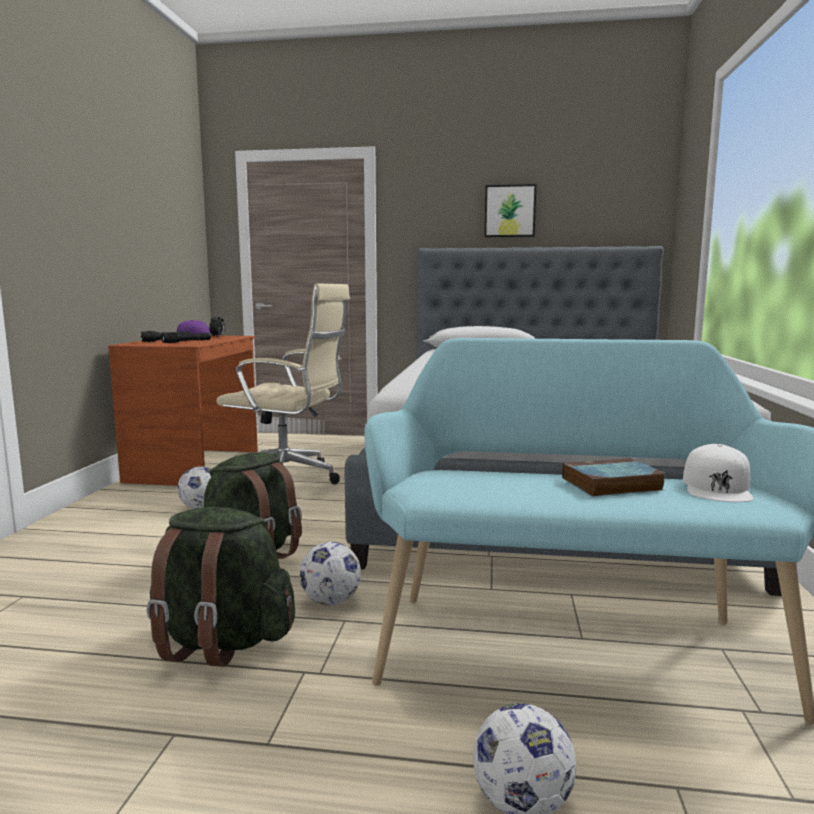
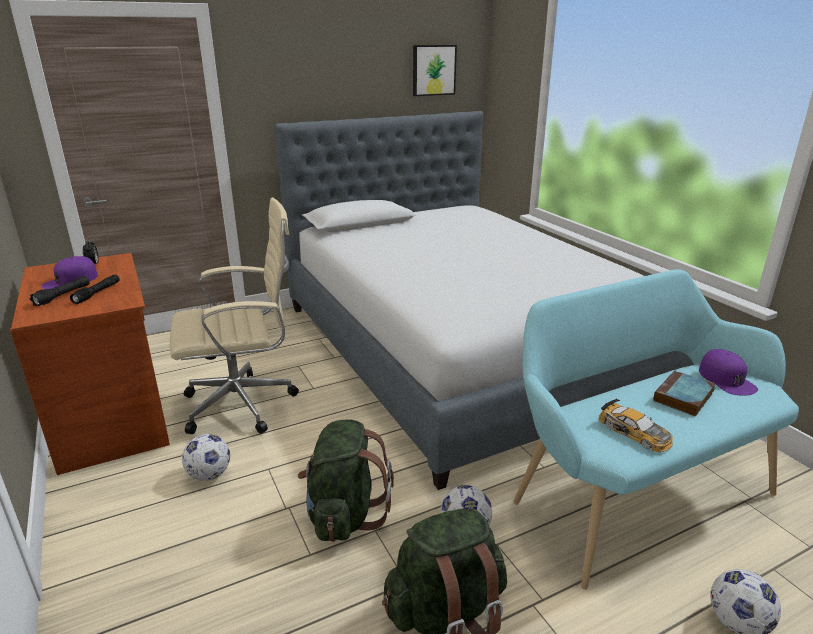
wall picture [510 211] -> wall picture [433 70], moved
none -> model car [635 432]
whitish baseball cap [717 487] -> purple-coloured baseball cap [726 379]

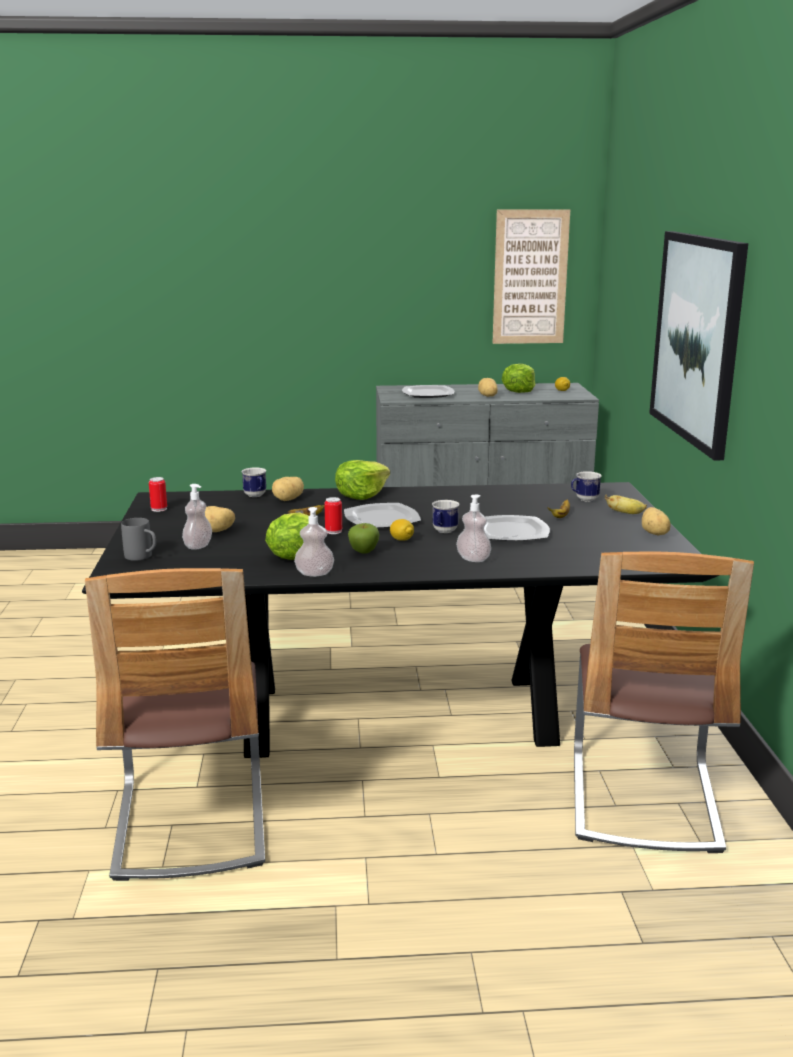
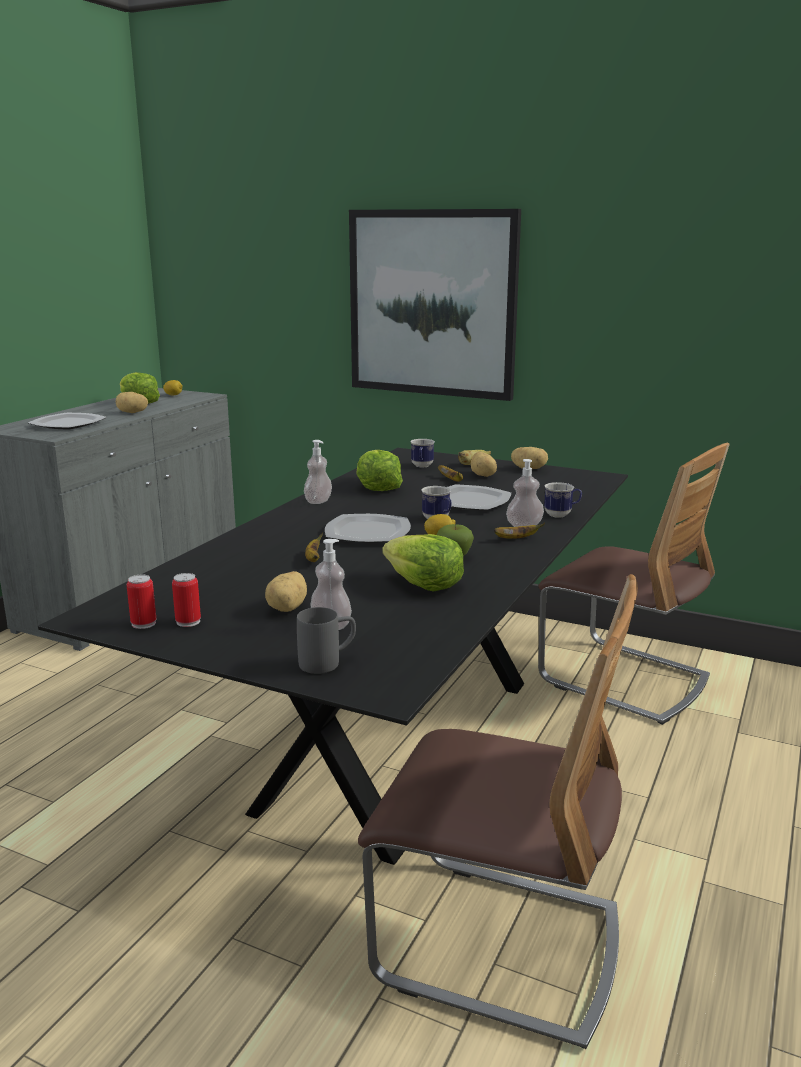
sealed can [333 531] -> sealed can [188 622], moved
soap dispenser [314 574] -> soap dispenser [318 501], moved
lettuce head [361 495] -> lettuce head [377 487], moved
spud [289 499] -> spud [483 475], moved
none -> whole banana [516 539]
tea mug [256 496] -> tea mug [561 515], moved
wall picture [530 277] -> none

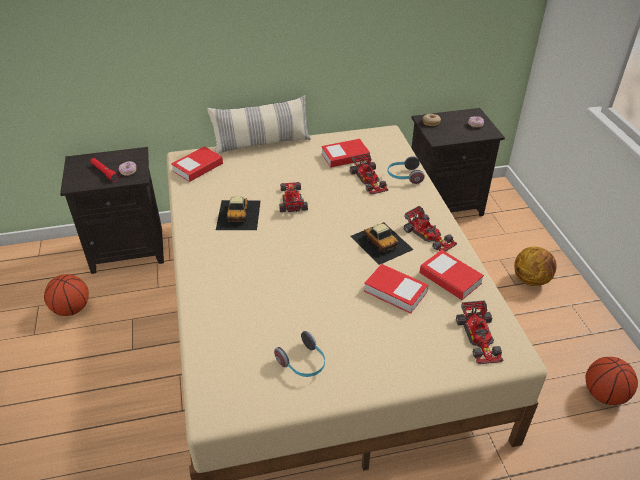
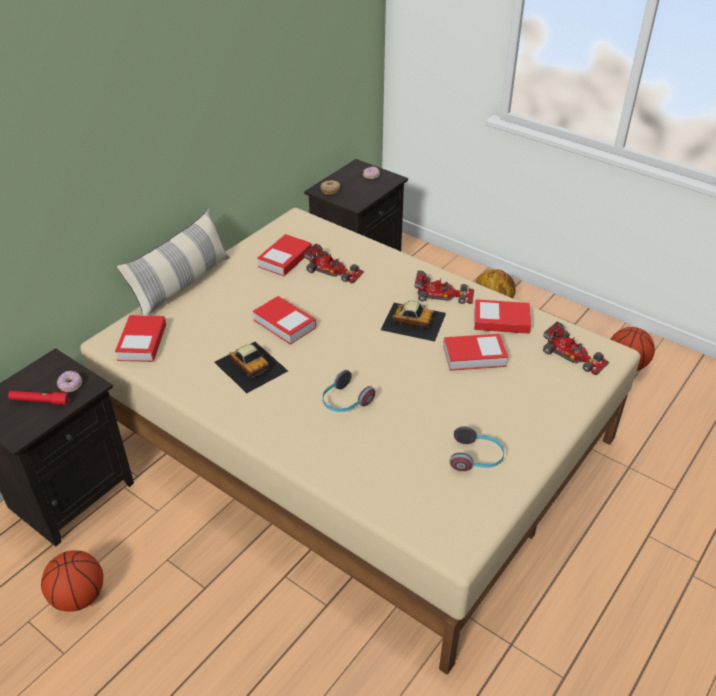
model car [292 199] -> bound book [284 324]
headset [404 176] -> headset [345 402], moved

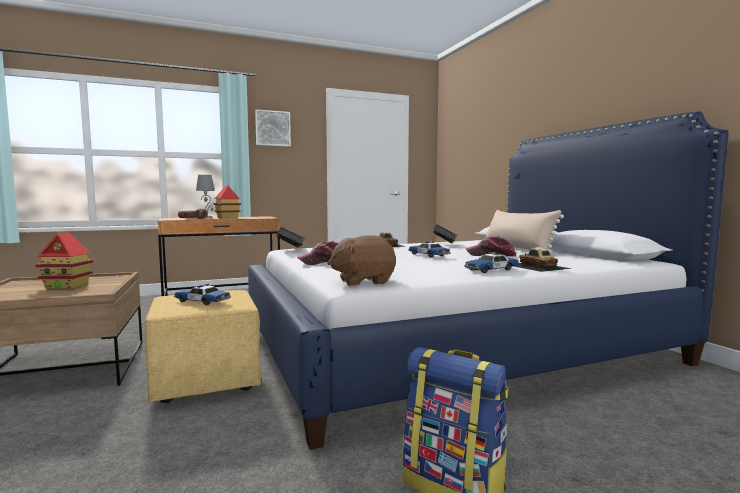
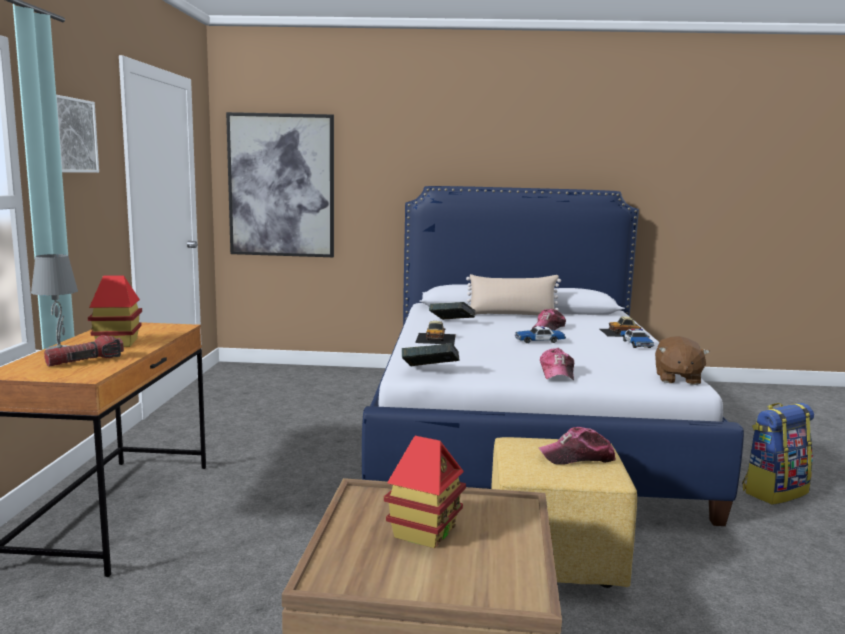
none -> wall picture [281 185]
model car [202 301] -> baseball cap [577 457]

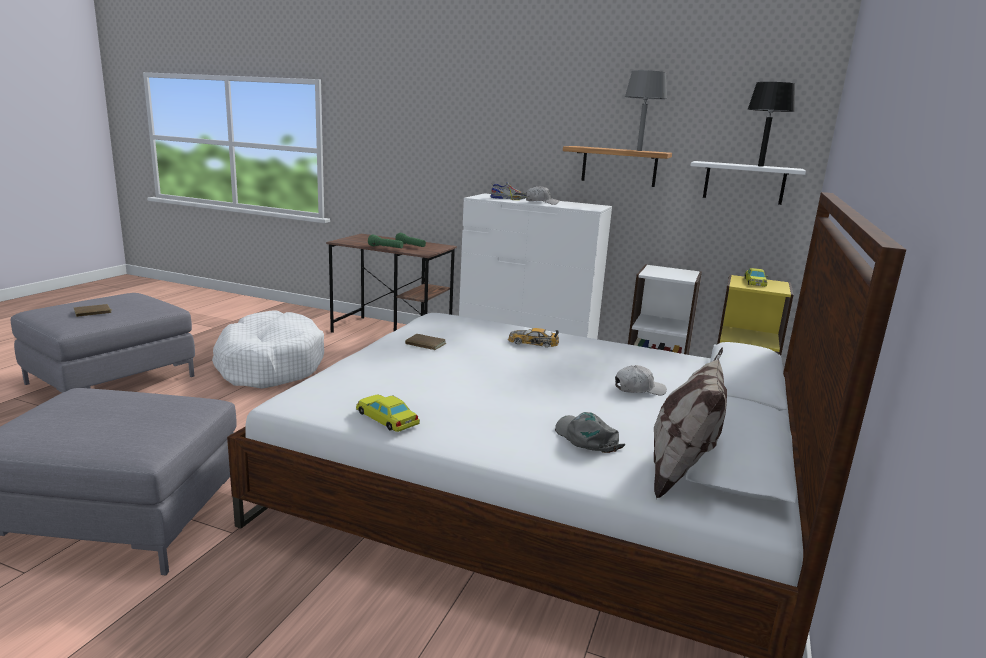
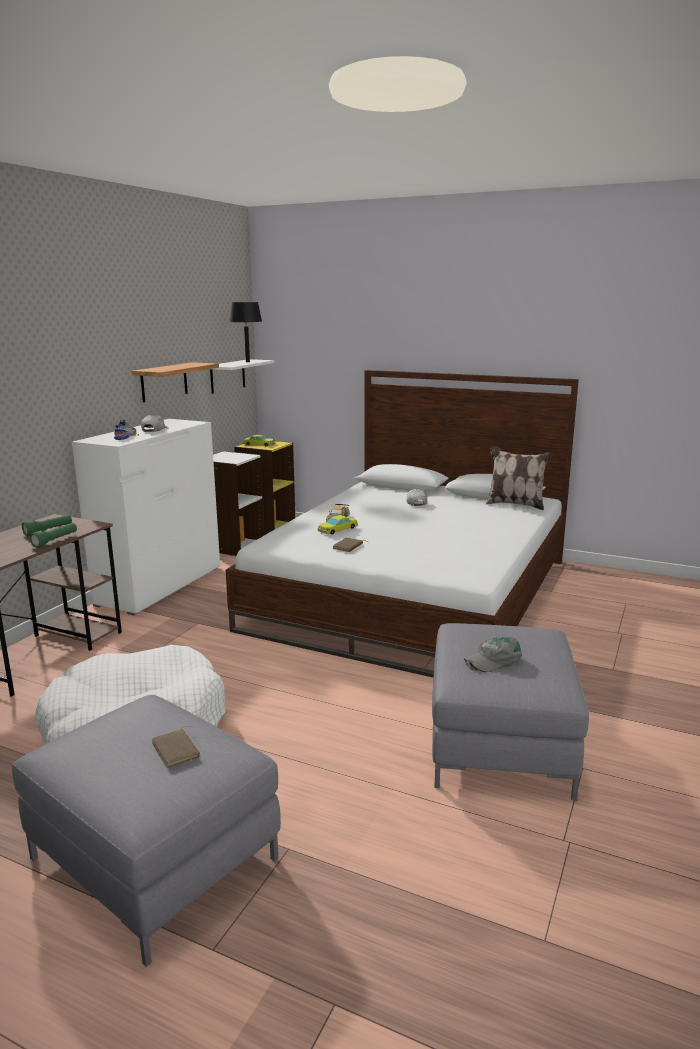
yellowish model car [386 418] -> yellowish model car [337 529], moved
greyish baseball cap [586 438] -> greyish baseball cap [493 659], moved
greyish tabletop lamp [639 150] -> none

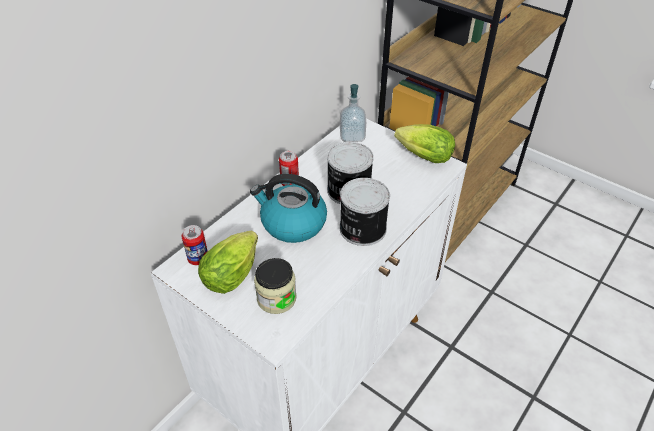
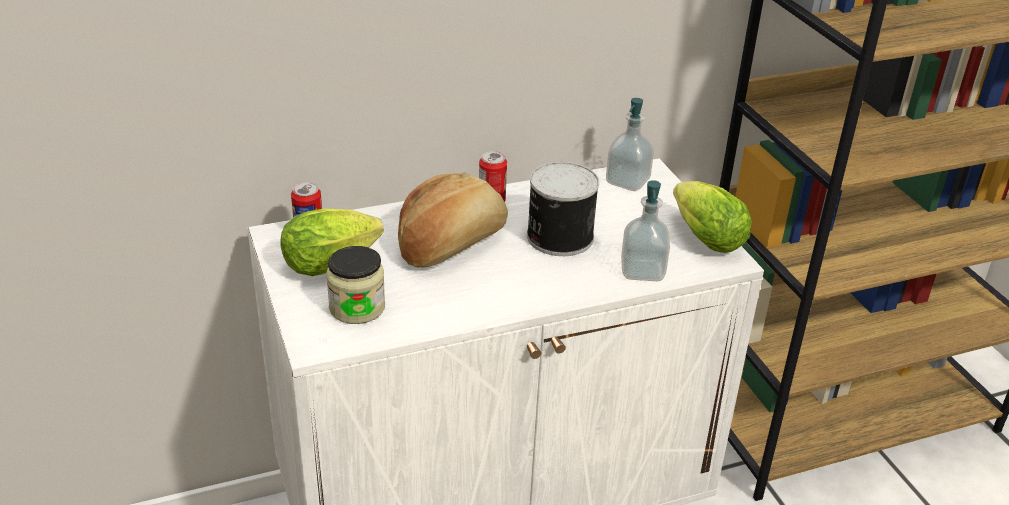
kettle [292 223] -> bread [451 243]
none -> soap dispenser [642 271]
sealed can [361 229] -> none

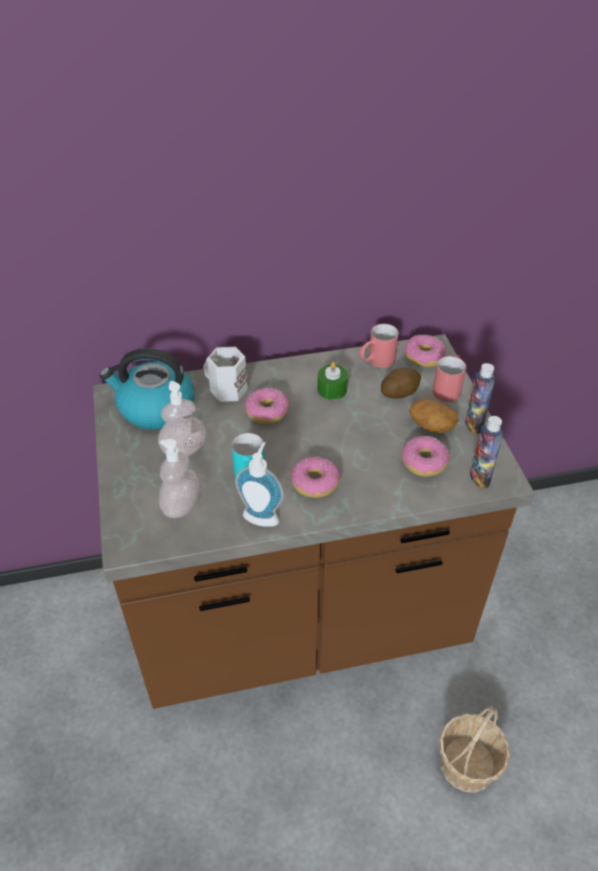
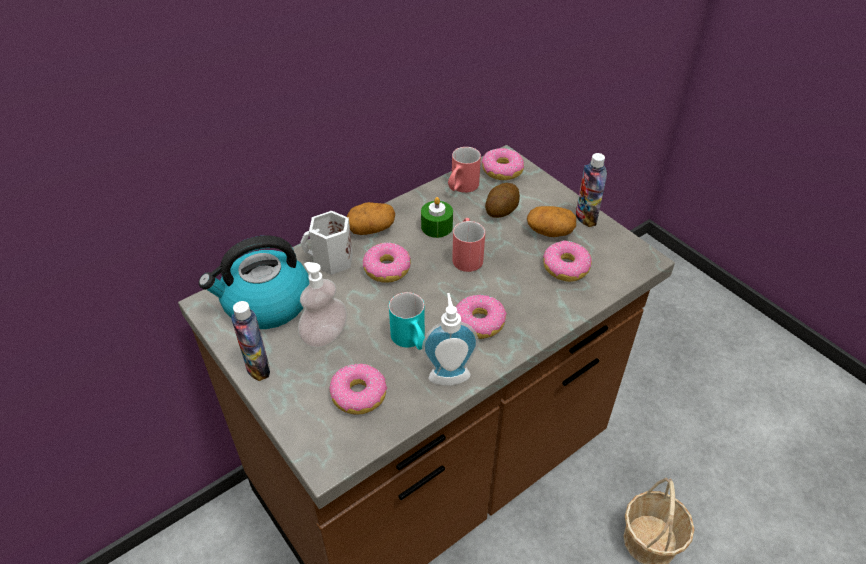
beverage bottle [480 477] -> beverage bottle [258 368], moved
soap dispenser [181 505] -> ring doughnut [359 395]
none -> spud [371 228]
red tea mug [448 388] -> red tea mug [467 255], moved

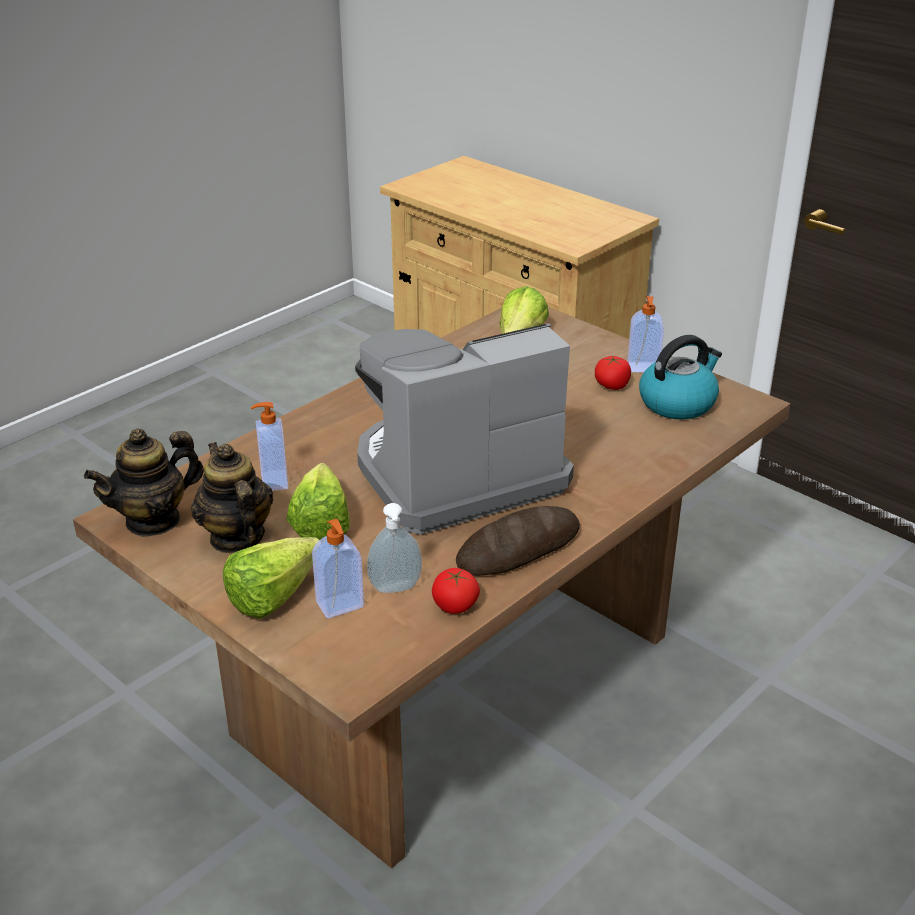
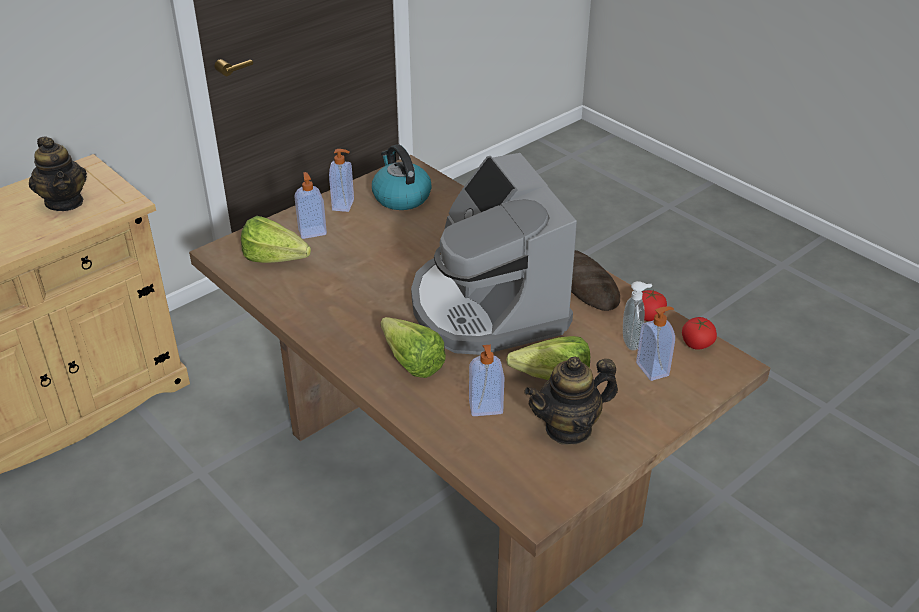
pot for tea [153 520] -> pot for tea [65 202], moved
none -> soap dispenser [312 231]
lettuce head [281 594] -> lettuce head [409 359], moved
tomato [612 385] -> tomato [696 344], moved

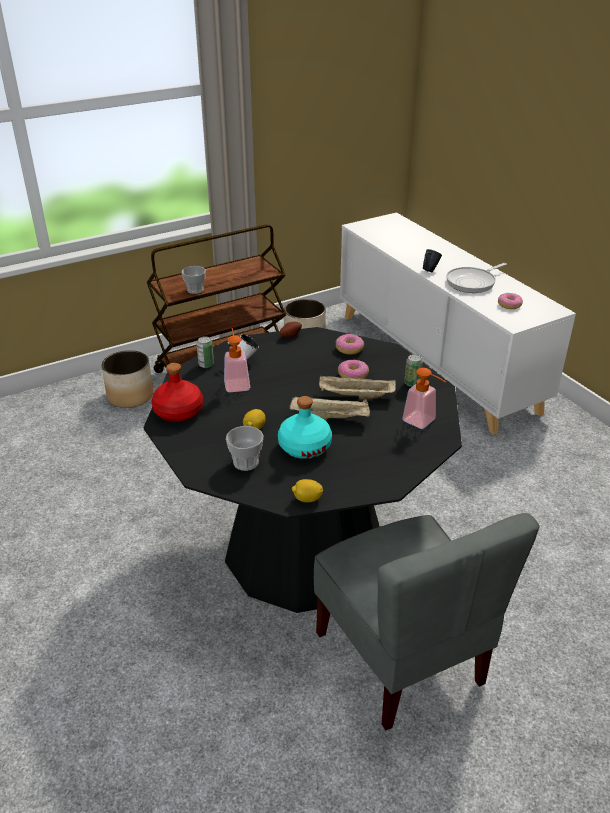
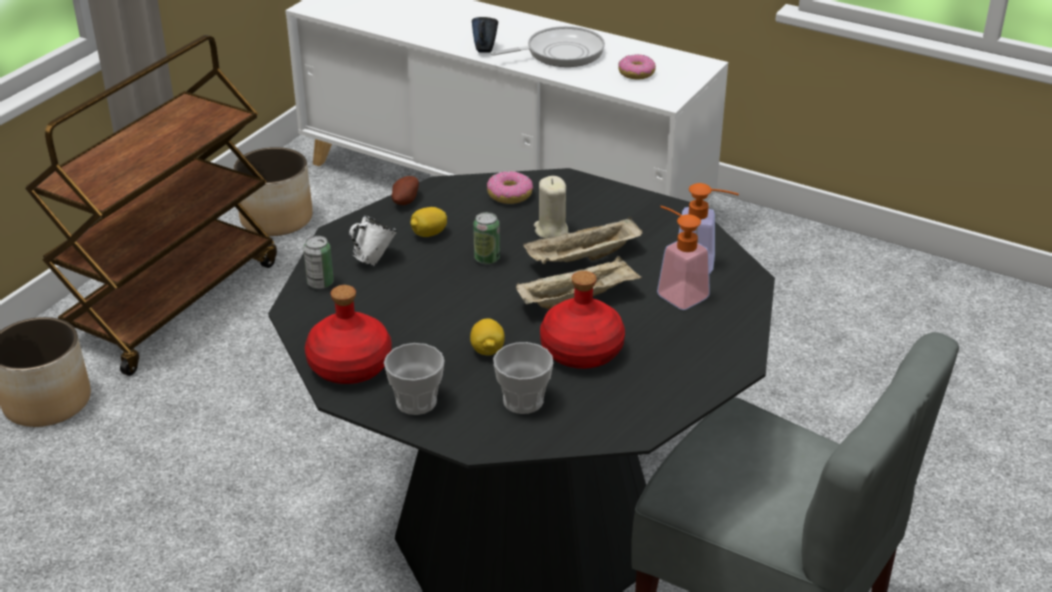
drinking cup [195 290] -> drinking cup [416 402], moved
lemon [307 499] -> lemon [428 234], moved
sealed can [412 383] -> sealed can [487 259], moved
frying pan [473 282] -> frying pan [560 53], 135 degrees counterclockwise
ring doughnut [353 375] -> beige-coloured wax candle [551 230]
turquoise-coloured beverage bottle [304 446] -> red beverage bottle [581 350]
soap dispenser [236 383] -> soap dispenser [676 292], moved

